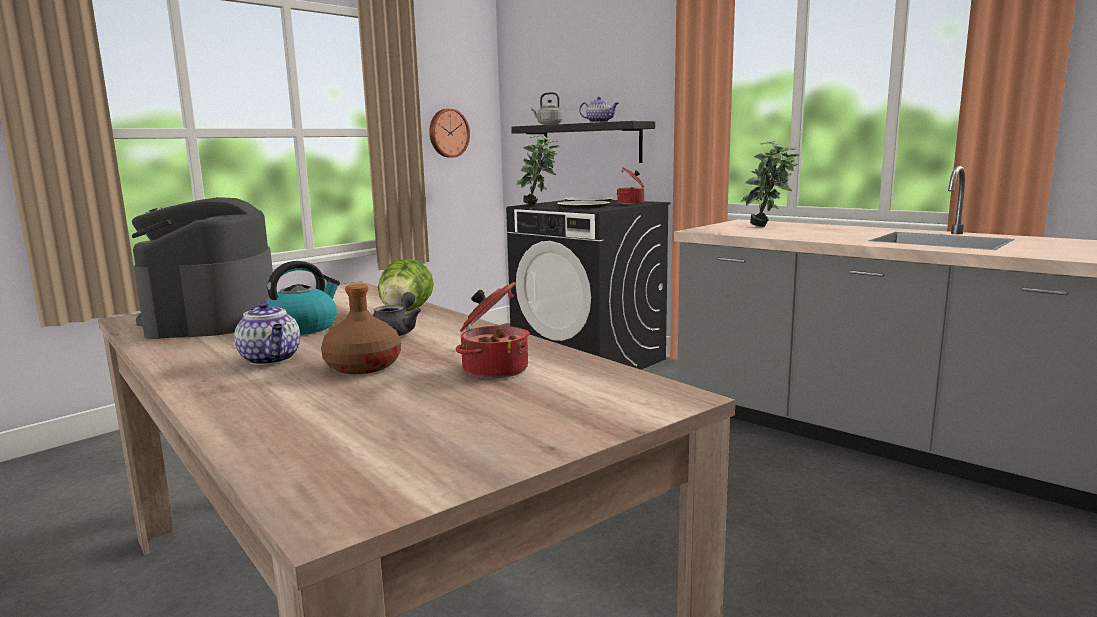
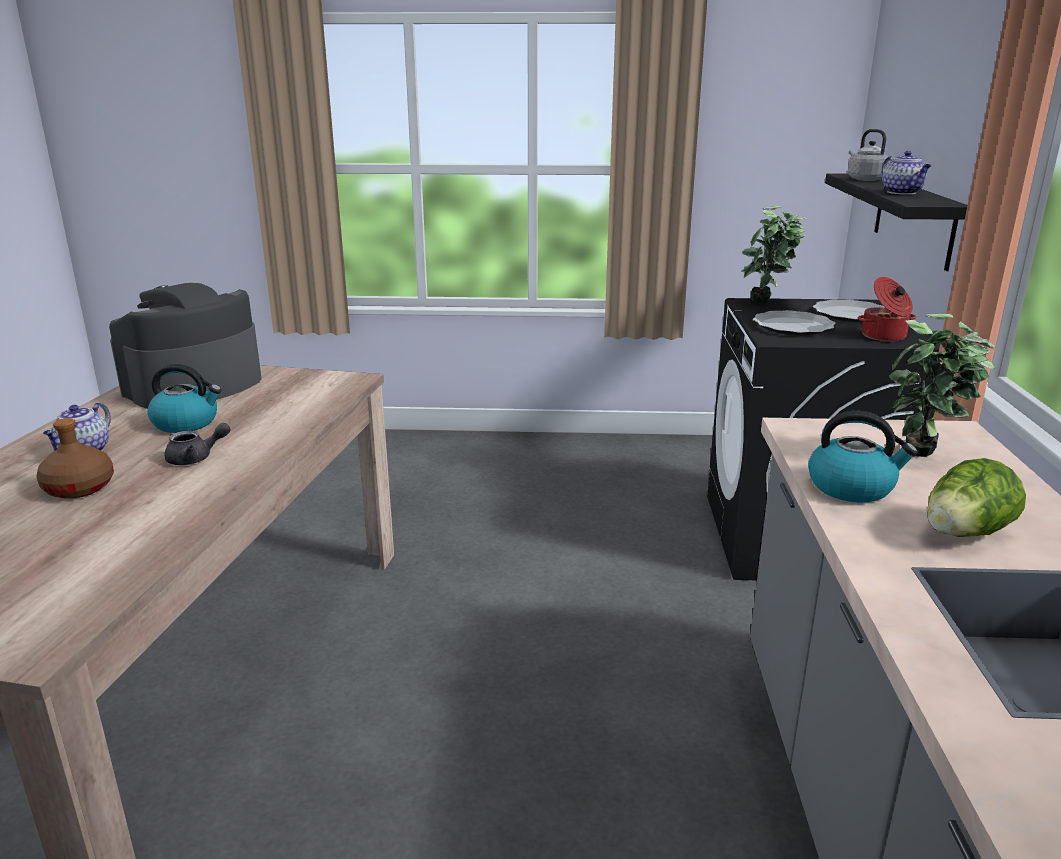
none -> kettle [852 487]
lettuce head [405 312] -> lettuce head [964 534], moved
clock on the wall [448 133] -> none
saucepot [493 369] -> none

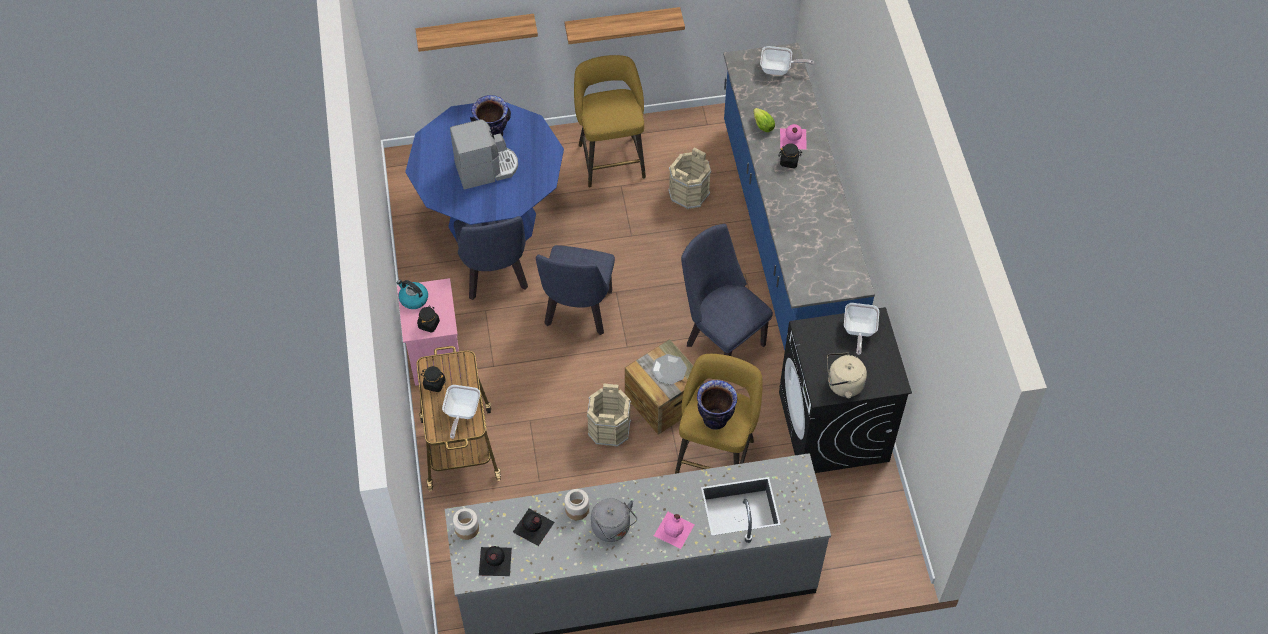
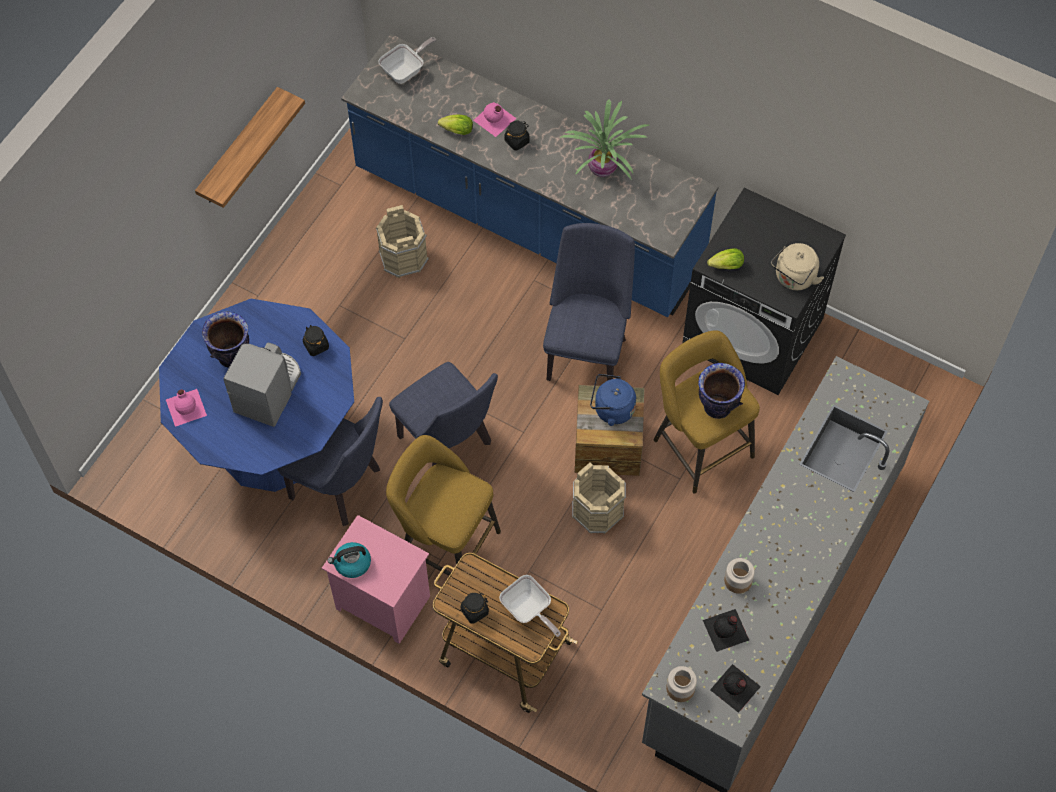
pinkish beverage bottle [675 529] -> pinkish beverage bottle [186 406], moved
black preserve jar [429 324] -> black preserve jar [316 345], moved
yellowish stool [610 158] -> yellowish stool [445 544], moved
bluish upright chair [721 340] -> bluish upright chair [586 351], 105 degrees clockwise
none -> potted plant [604 168]
plate [669 370] -> bluish kettle [611 409]
none -> lettuce head [724 266]
wall shelf [476 31] -> none
greyish kettle [613 529] -> none
frying pan [858 331] -> none

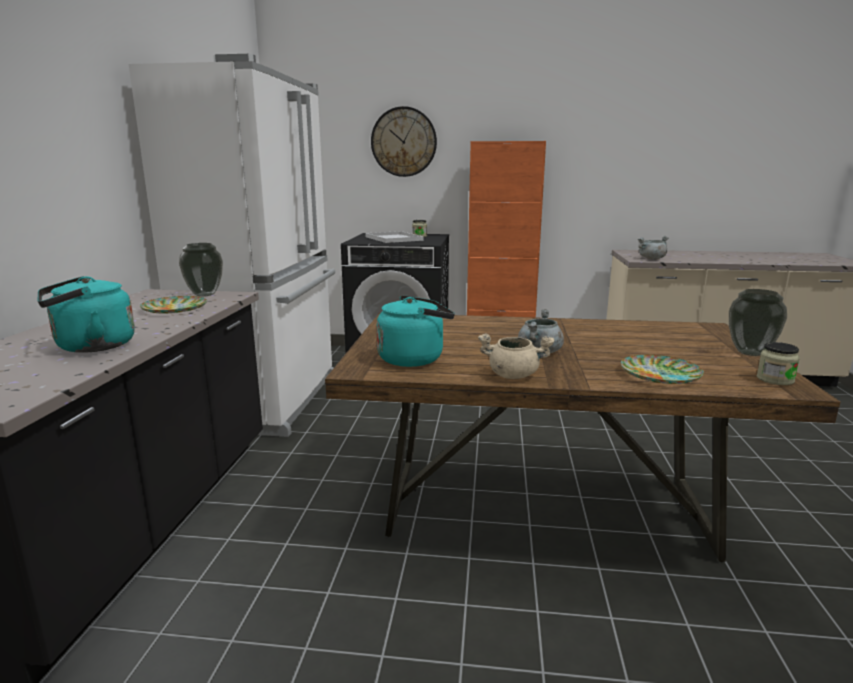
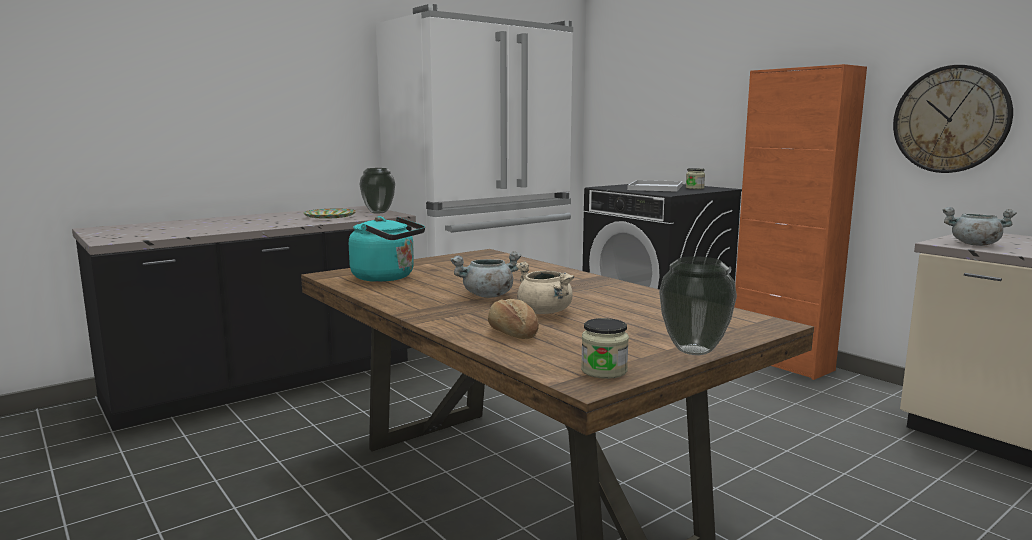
plate [660 374] -> bread [512 334]
beige-coloured saucepot [513 375] -> beige-coloured saucepot [545 312], moved
clock on the wall [404 142] -> clock on the wall [950 119], moved
turquoise-coloured kettle [91 347] -> none

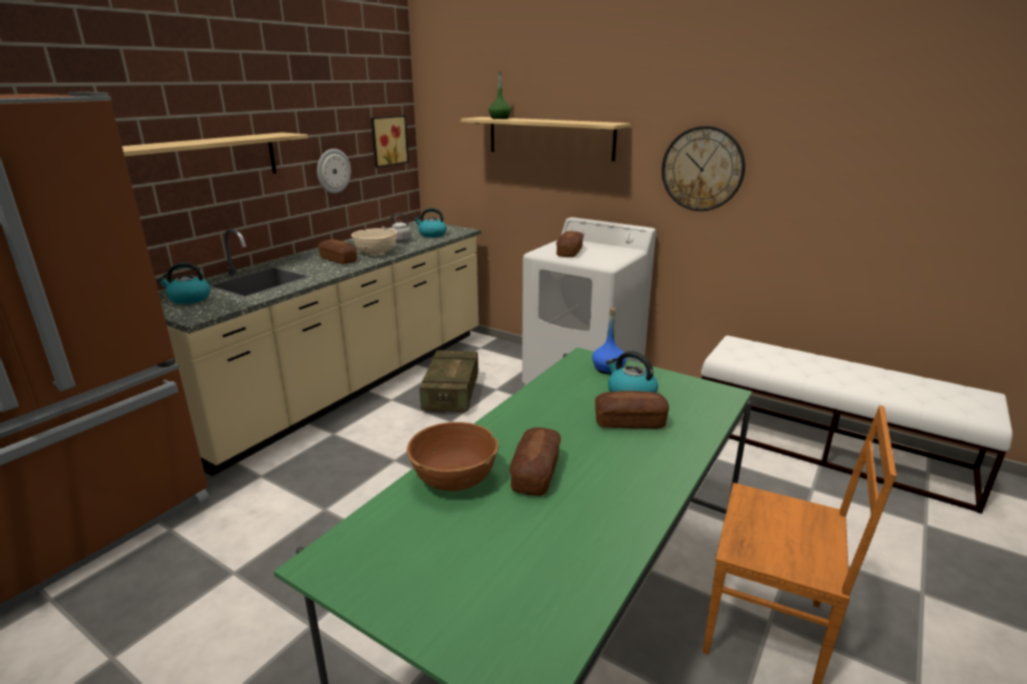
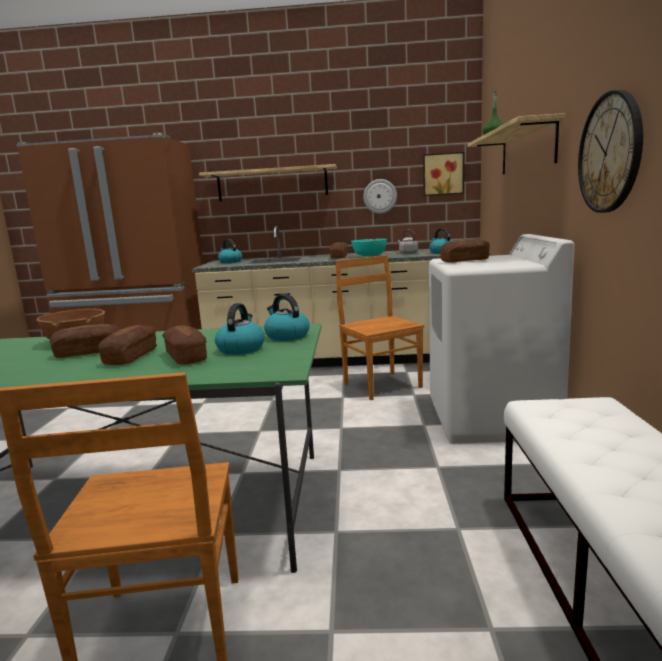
none -> bread [131 357]
bluish beverage bottle [608 369] -> kettle [286 336]
crate [451 393] -> brownish upright chair [381 385]
beige-coloured deep dish [376 253] -> turquoise-coloured deep dish [369 256]

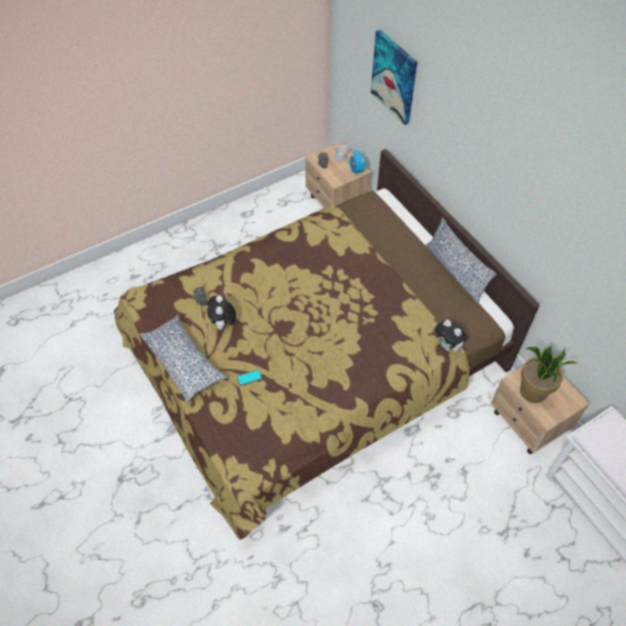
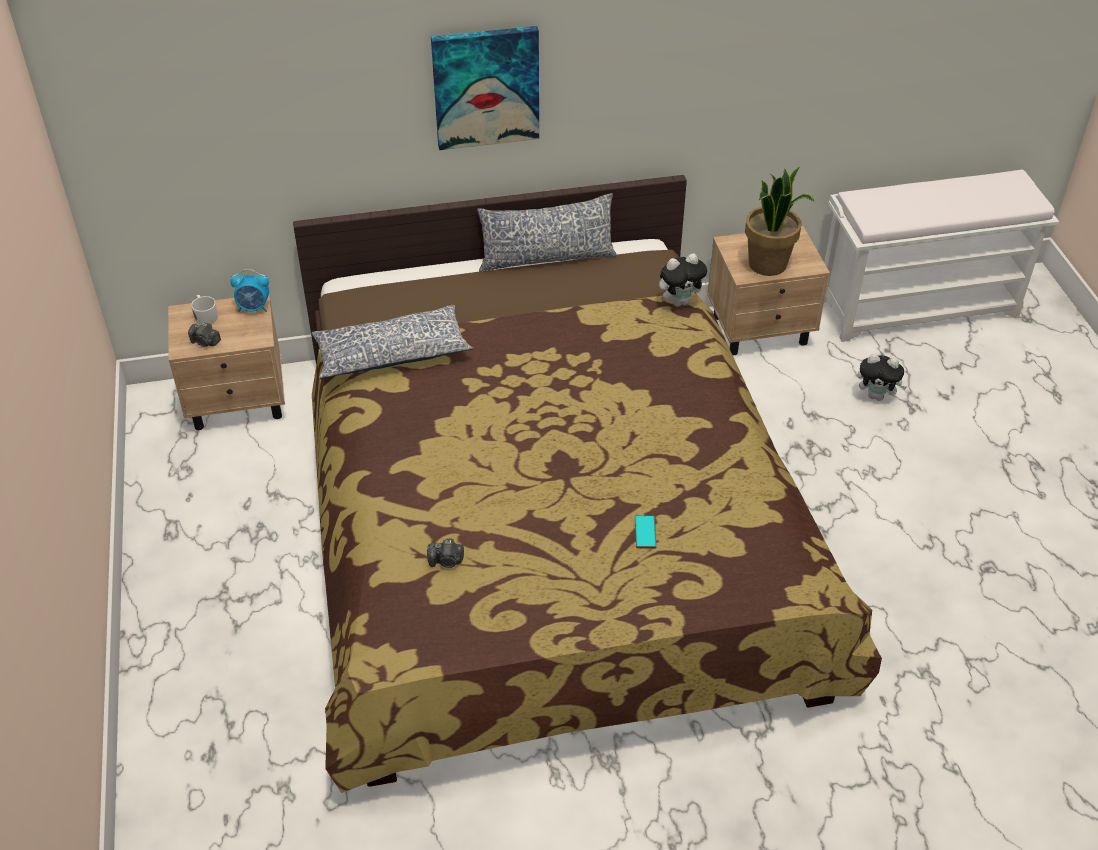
throw pillow [184 361] -> throw pillow [391 354], moved
wall picture [394 77] -> wall picture [486 87], moved
cuddly toy [223 324] -> cuddly toy [877 396], moved

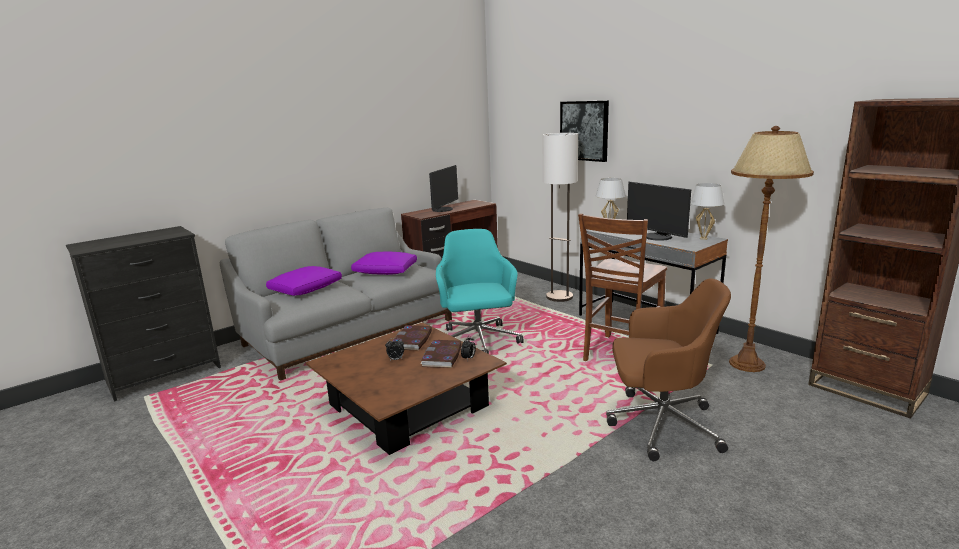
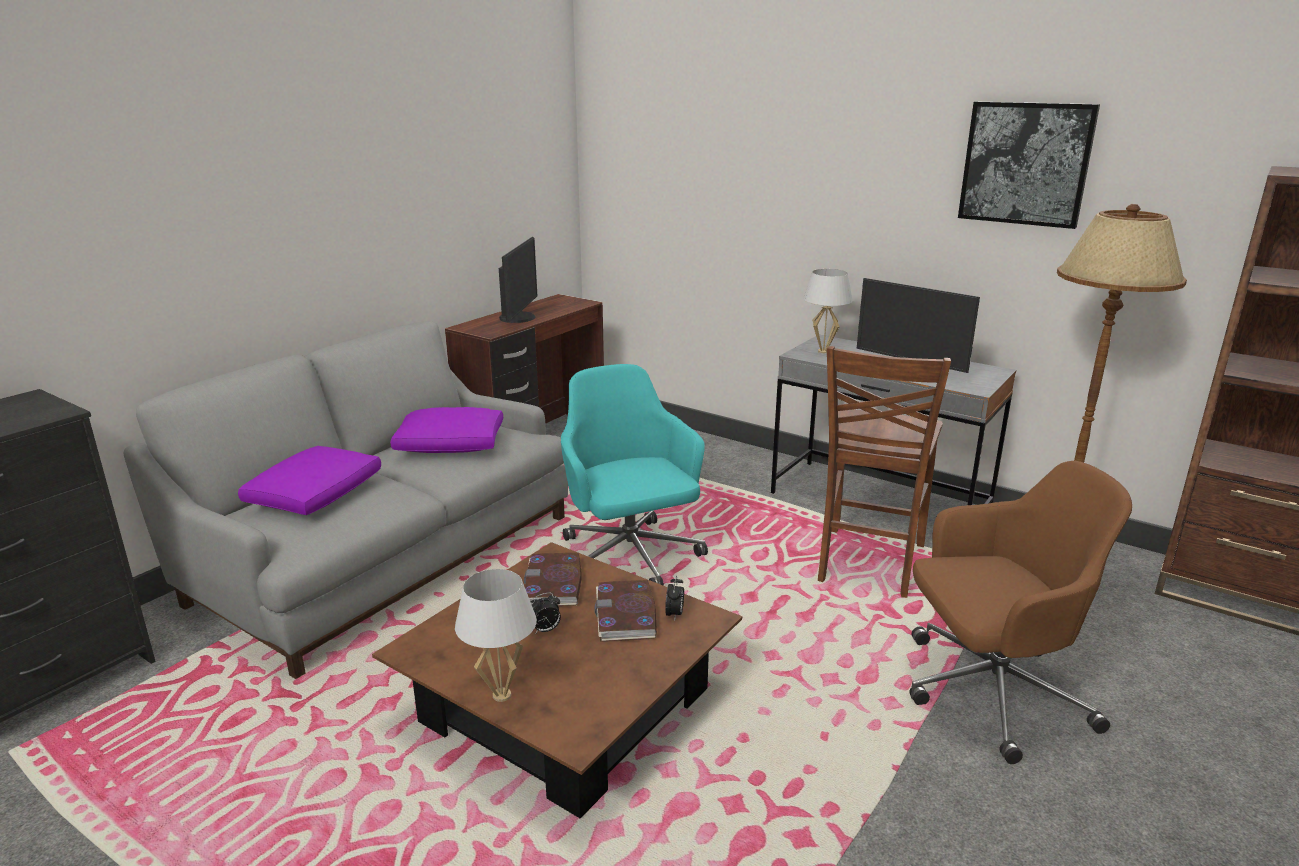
whitish tabletop lamp [703 238] -> whitish tabletop lamp [501 695], moved
wall picture [584 130] -> wall picture [1025 164], moved
standing lamp [559 297] -> none

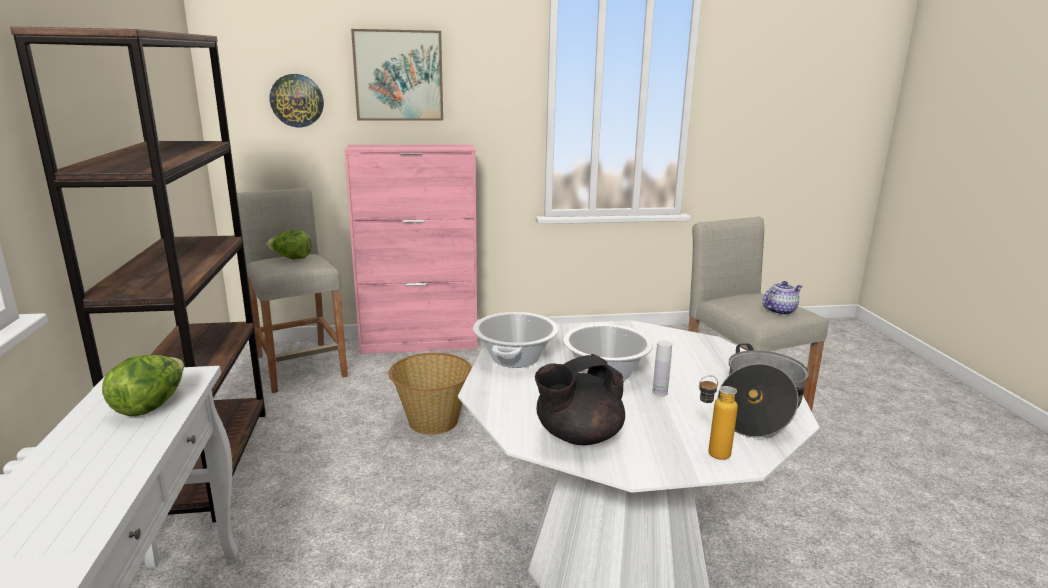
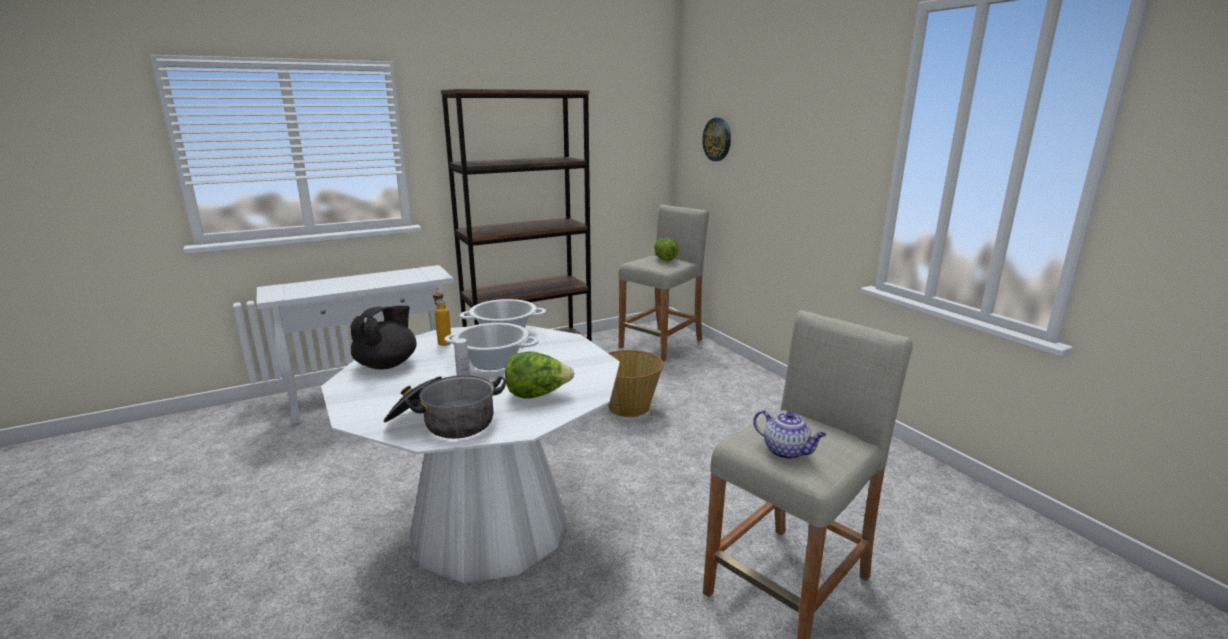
black pot for tea [577 436] -> black pot for tea [387 364], 75 degrees clockwise
beverage bottle [710 455] -> beverage bottle [443 341], moved
lettuce head [151 406] -> lettuce head [537 395], moved
pinkish storage cabinet [419 344] -> none
wall picture [398 75] -> none

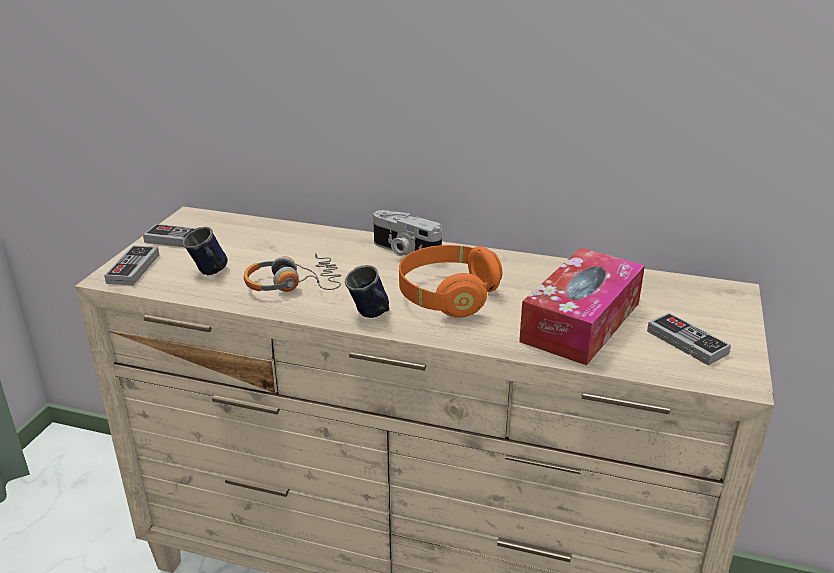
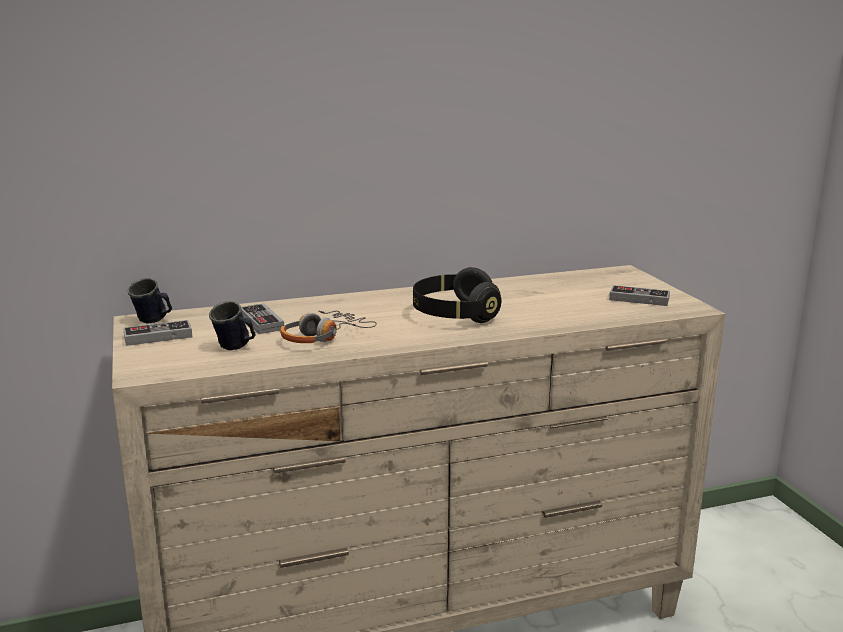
bluish tea mug [371 315] -> bluish tea mug [154 321], moved
gamepad [133 269] -> gamepad [261 322], moved
orange-coloured headset [447 296] -> black headset [455 315]
photo camera [404 252] -> none
box of tissues [581 322] -> none

